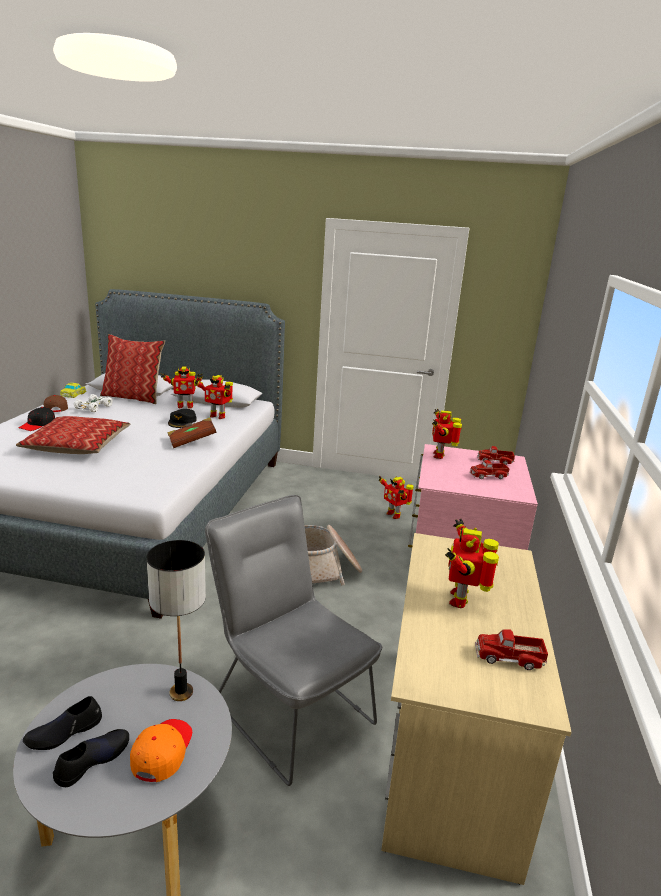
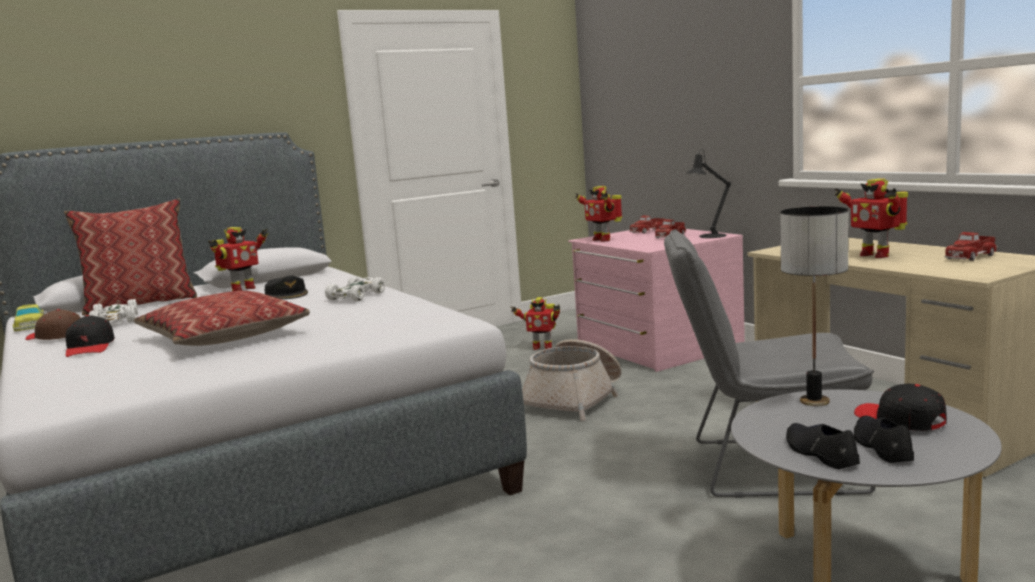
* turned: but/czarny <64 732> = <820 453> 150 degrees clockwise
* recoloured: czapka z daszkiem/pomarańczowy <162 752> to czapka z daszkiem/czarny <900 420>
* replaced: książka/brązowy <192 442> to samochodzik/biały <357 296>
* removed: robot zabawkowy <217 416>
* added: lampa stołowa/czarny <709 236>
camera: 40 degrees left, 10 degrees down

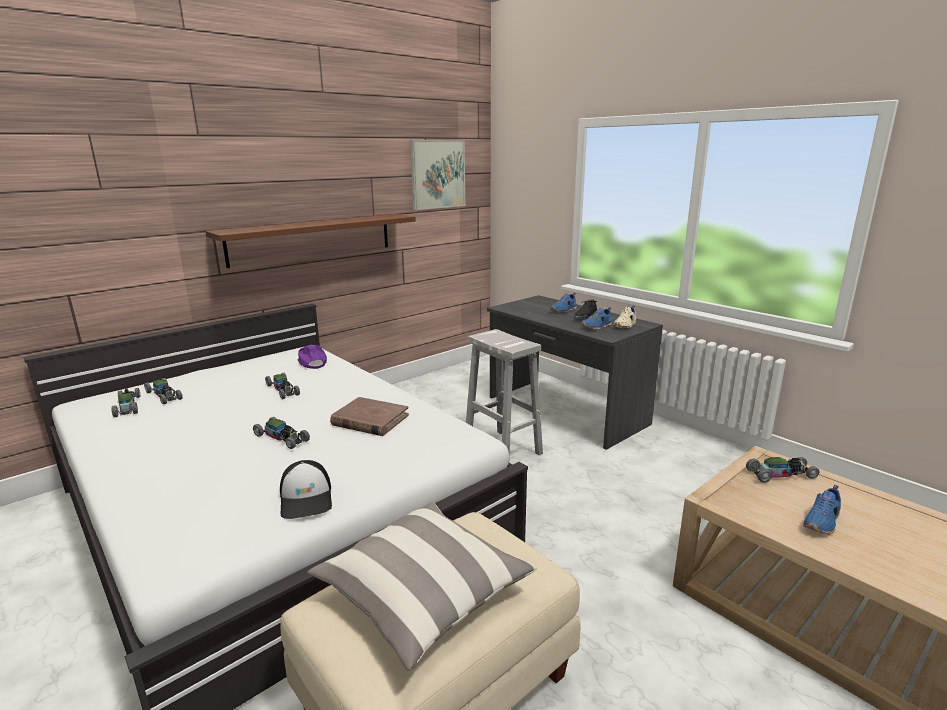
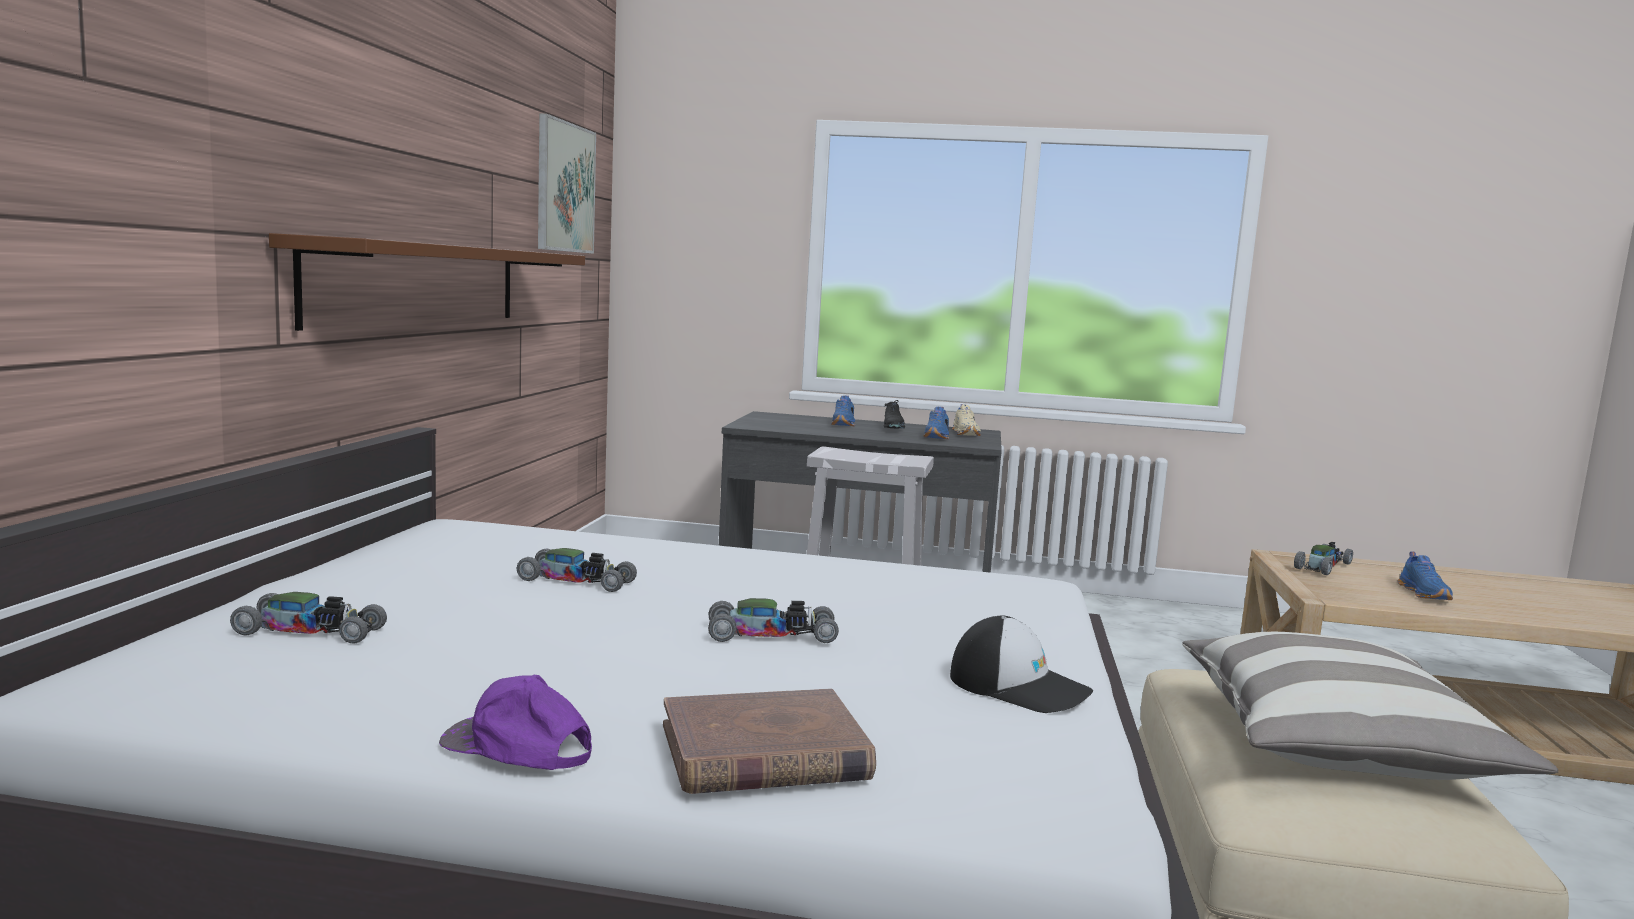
* removed: samochodzik <128 406>
* moved: czapka z daszkiem/fioletowy <312 362> to <518 747>
* moved: książka/brązowy <369 420> to <764 752>
camera: 40 degrees left, 10 degrees down

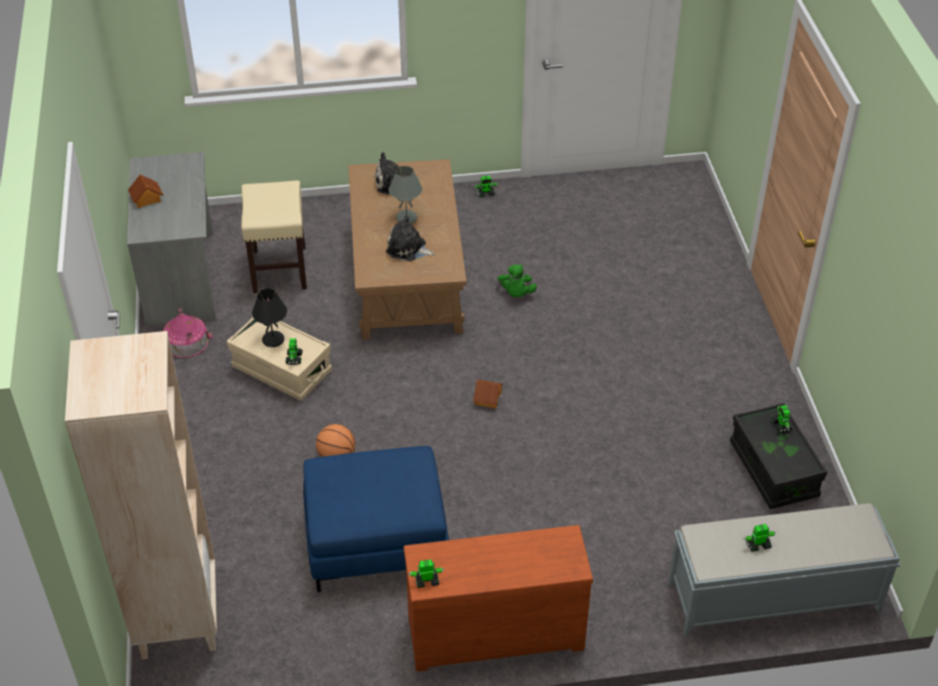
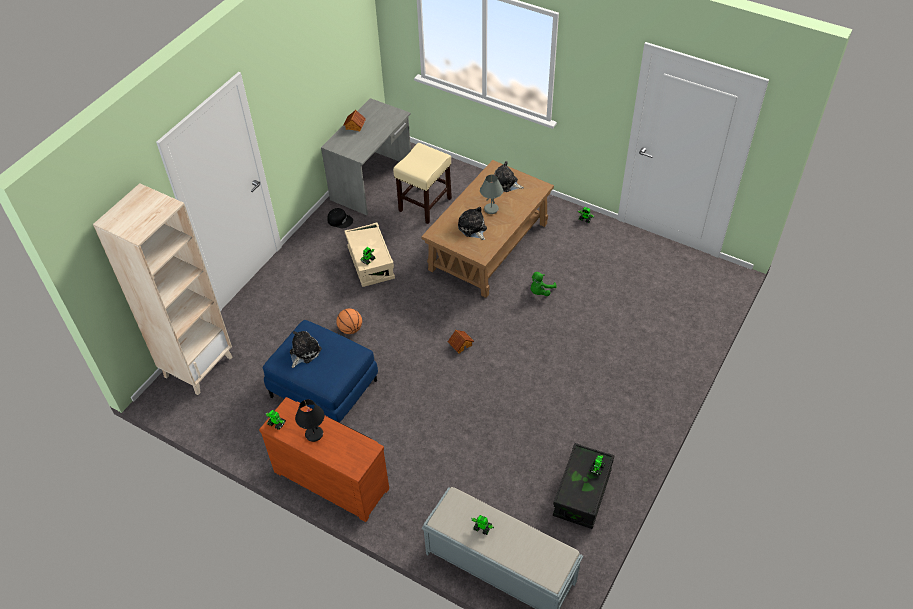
* replaced: domek <186 341> to czapka z daszkiem/czarny <340 220>
* moved: lampa stołowa/czarny <273 339> to <314 434>
* added: pluszak <304 352>
camera: 40 degrees right, 5 degrees up

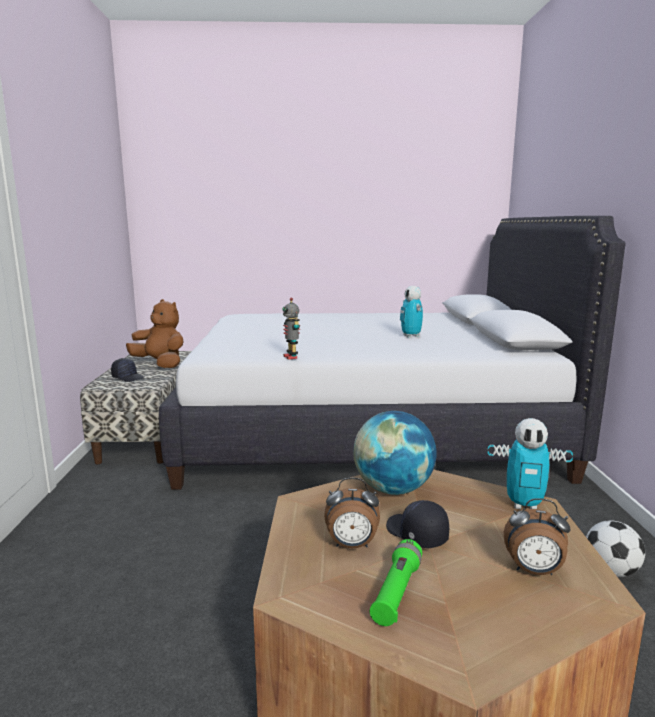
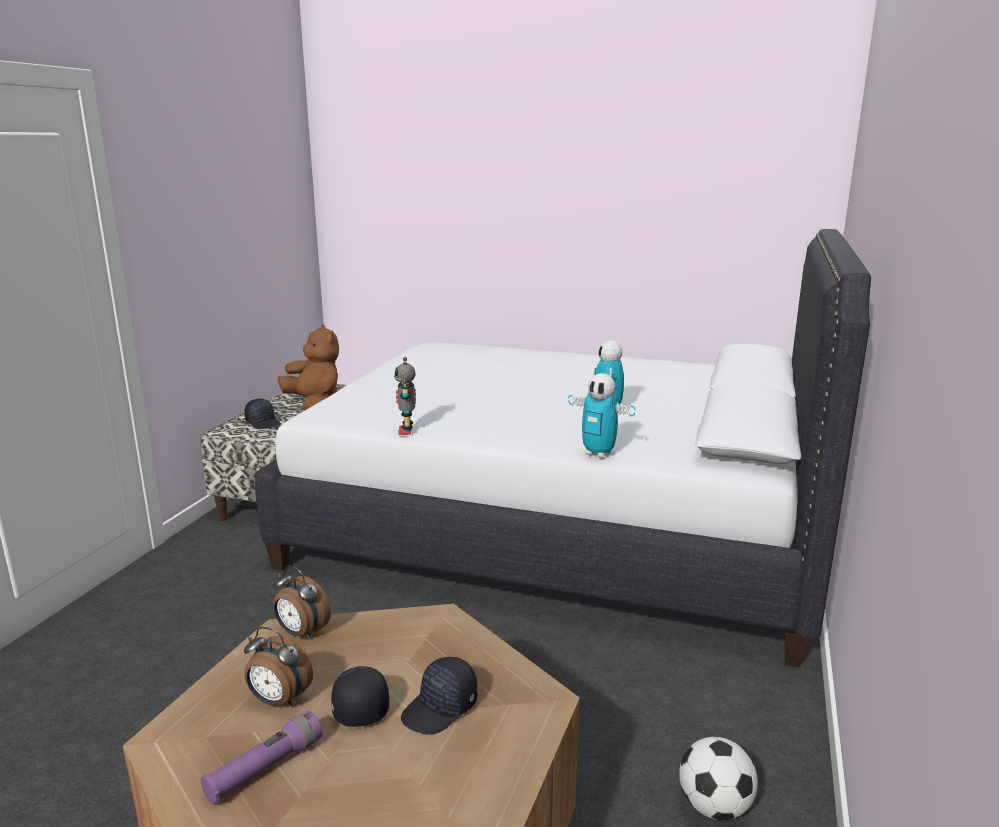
* removed: globus <393 489>
* recoloured: latarka/zielony <396 592> to latarka/fioletowy <265 769>
* moved: robot zabawkowy <524 505> to <598 453>
* moved: budzik <533 571> to <301 633>
* added: czapka z daszkiem/czarny <441 708>
camera: 20 degrees right, 5 degrees up

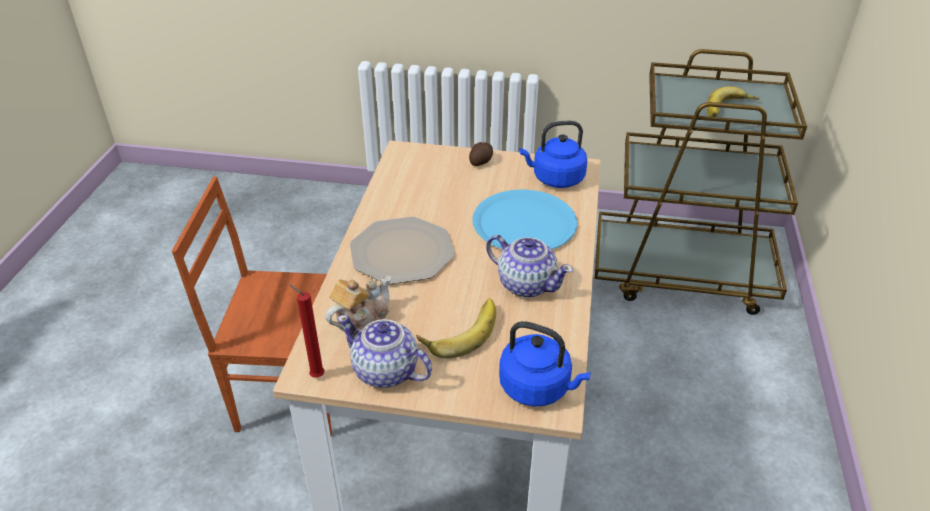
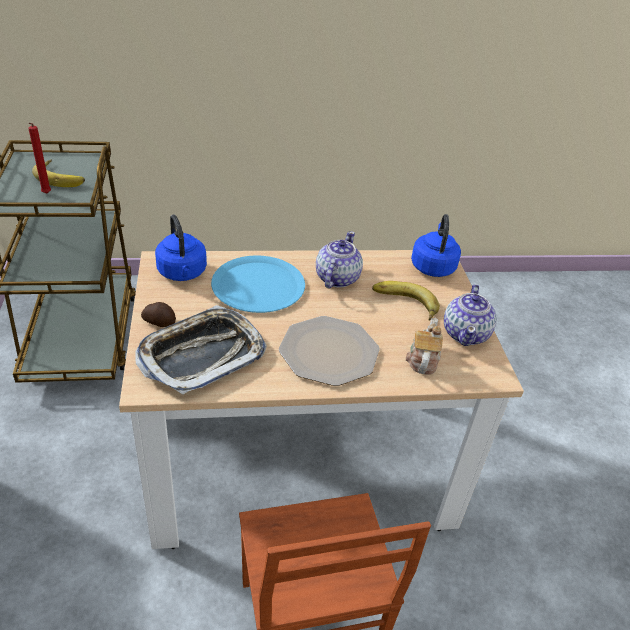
* moved: świeca/czerwony <315 375> to <46 194>
* turned: imbryk <360 318> = <422 359> 75 degrees clockwise
* added: taca <202 355>
camera: 110 degrees left, 0 degrees up

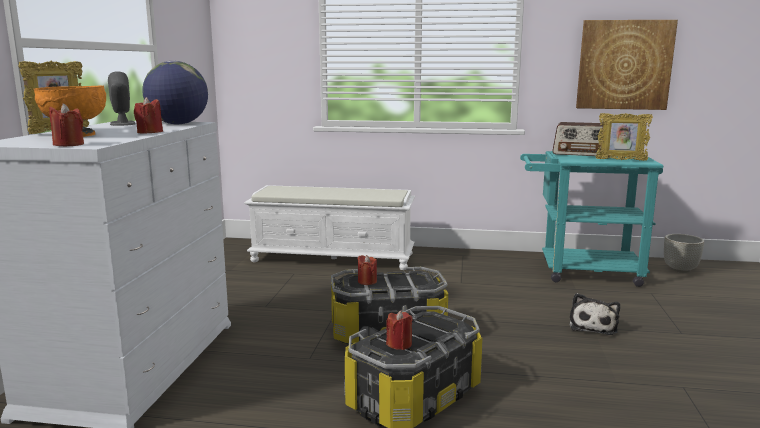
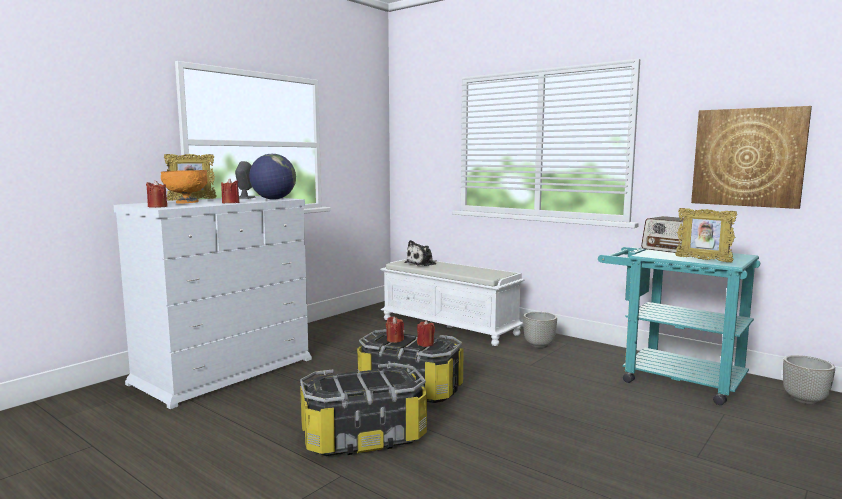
* moved: świeca/czerwony <399 344> to <425 344>
* moved: pluszak <593 326> to <422 263>
* added: donica/szary <539 345>
camera: 30 degrees right, 5 degrees down

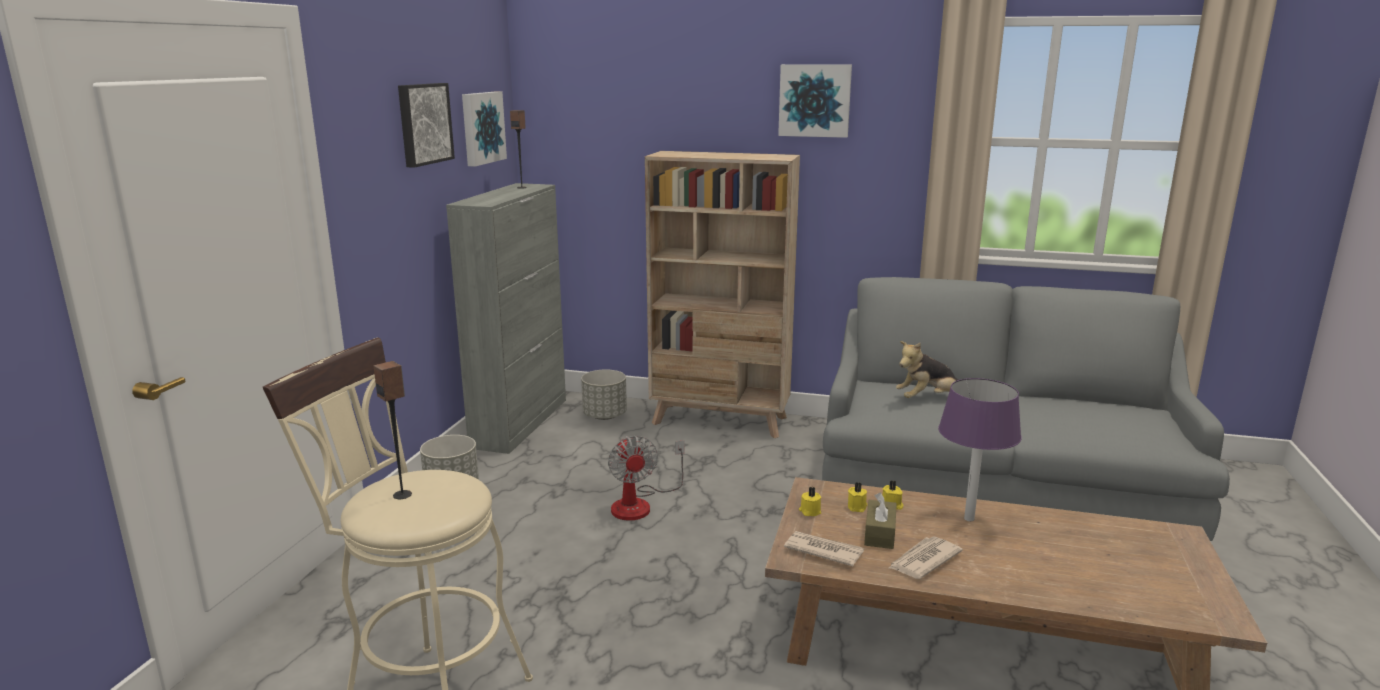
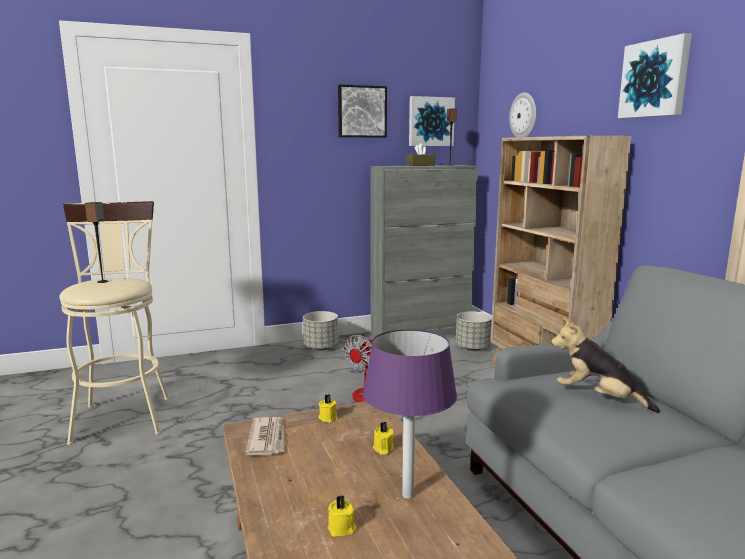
* moved: świeca/żółty <857 507> to <342 529>
* moved: pudełko chusteczek/brązowy <879 533> to <420 165>
* removed: gazeta <923 560>
* added: zegar ścienny <524 116>
camera: 55 degrees right, 5 degrees down

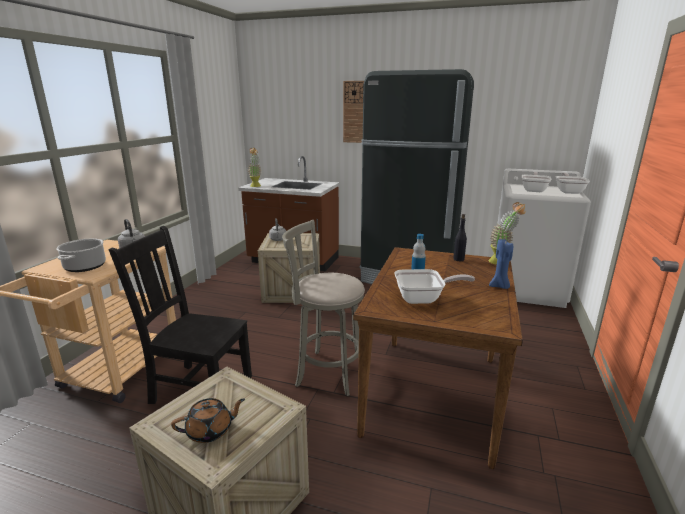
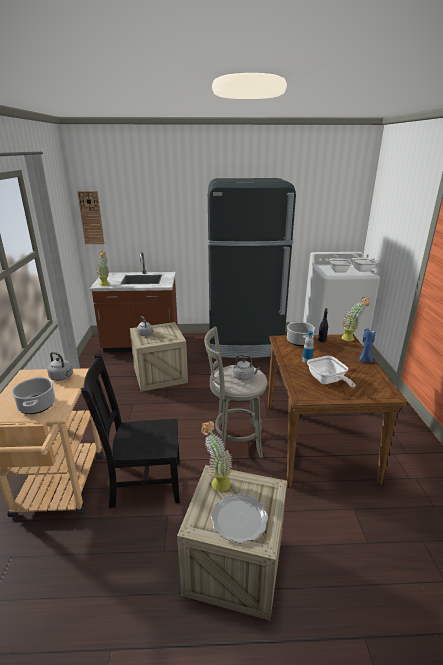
* replaced: imbryk/brązowy <210 431> to talerz <239 519>
* moved: zegar ścienny <354 112> to <91 218>
* turned: patelnia <423 299> = <327 381> 90 degrees clockwise
* added: roślina doniczkowa <216 481>
* added: czajnik/szary <244 377>
* added: garnek <299 341>
camera: 20 degrees left, 5 degrees up

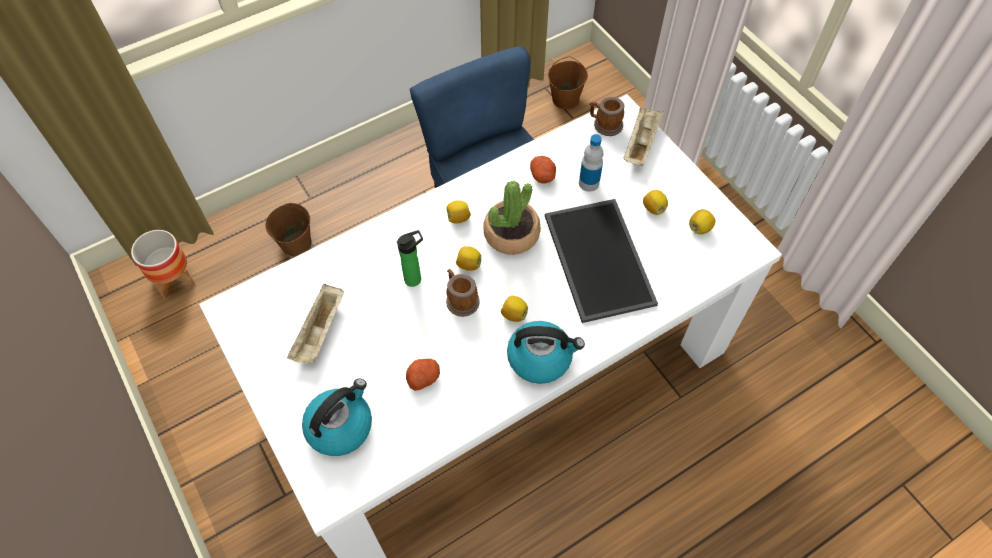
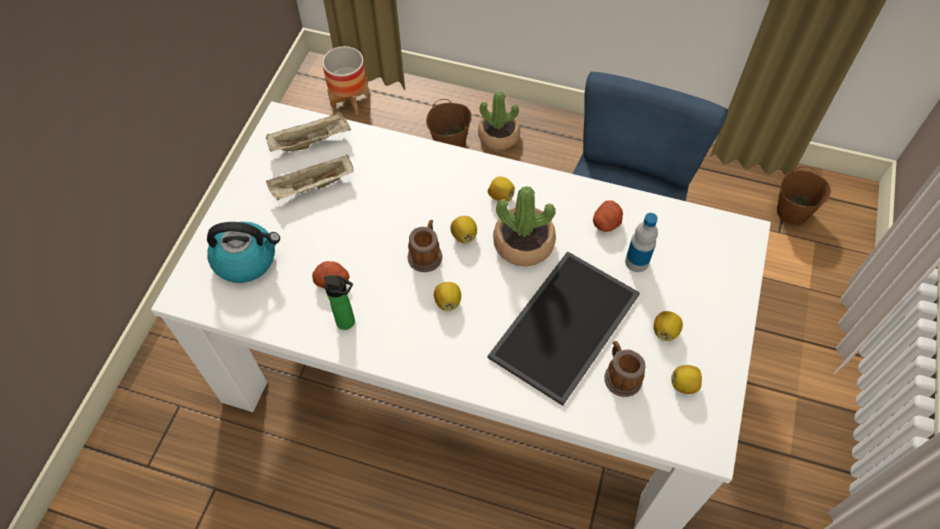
* moved: butelka <415 278> to <348 323>
* removed: czajnik <540 358>
* moved: kubek <605 124> to <620 375>
* moved: taca/beżowy <640 144> to <311 141>
* added: roślina doniczkowa <499 136>
camera: 50 degrees right, 0 degrees up

